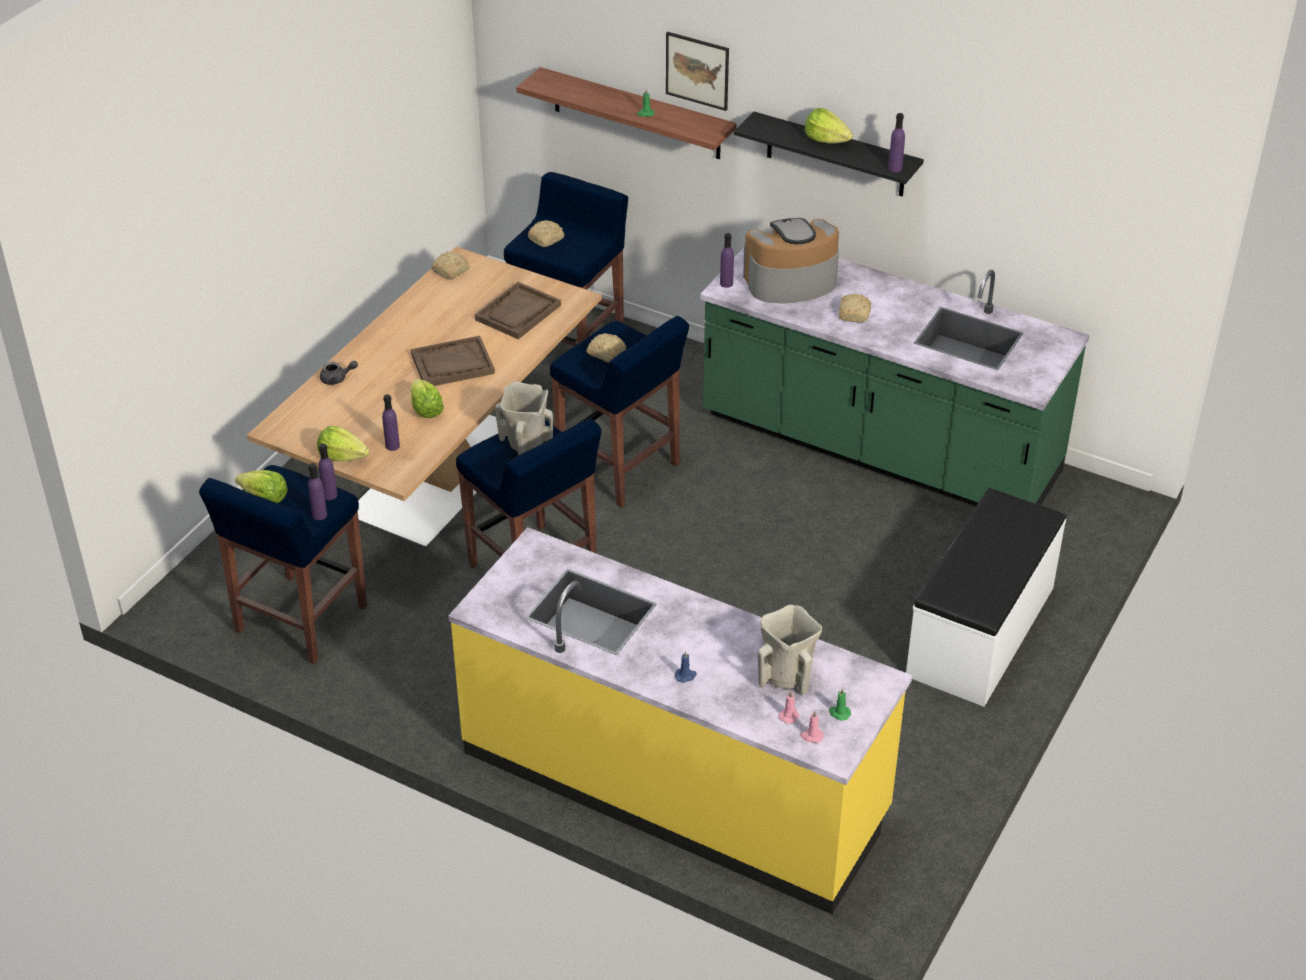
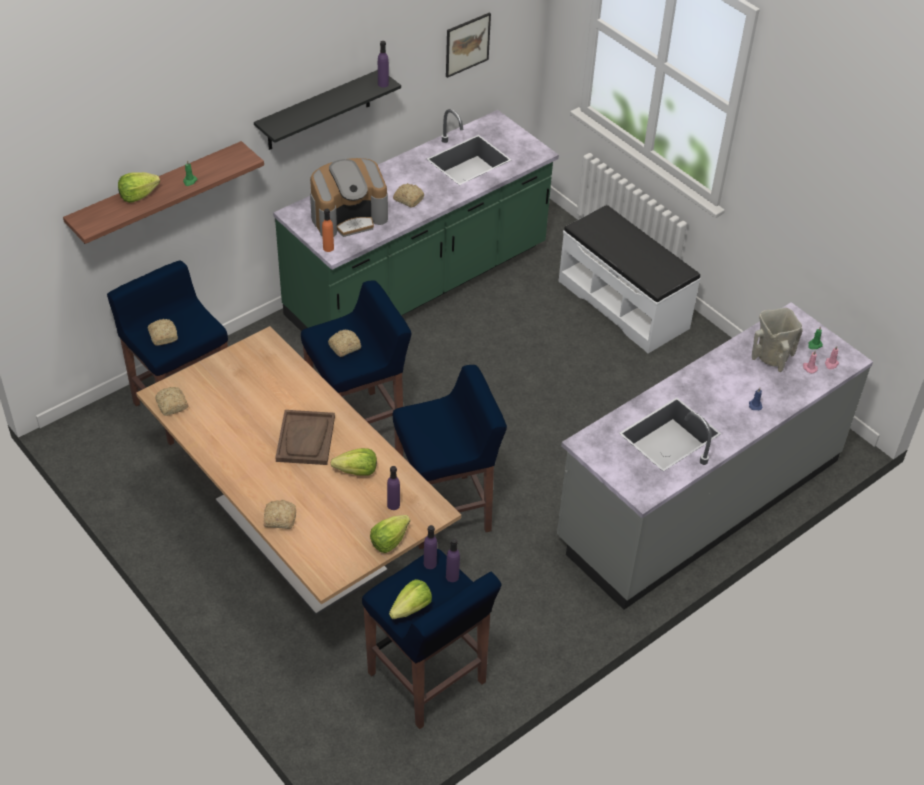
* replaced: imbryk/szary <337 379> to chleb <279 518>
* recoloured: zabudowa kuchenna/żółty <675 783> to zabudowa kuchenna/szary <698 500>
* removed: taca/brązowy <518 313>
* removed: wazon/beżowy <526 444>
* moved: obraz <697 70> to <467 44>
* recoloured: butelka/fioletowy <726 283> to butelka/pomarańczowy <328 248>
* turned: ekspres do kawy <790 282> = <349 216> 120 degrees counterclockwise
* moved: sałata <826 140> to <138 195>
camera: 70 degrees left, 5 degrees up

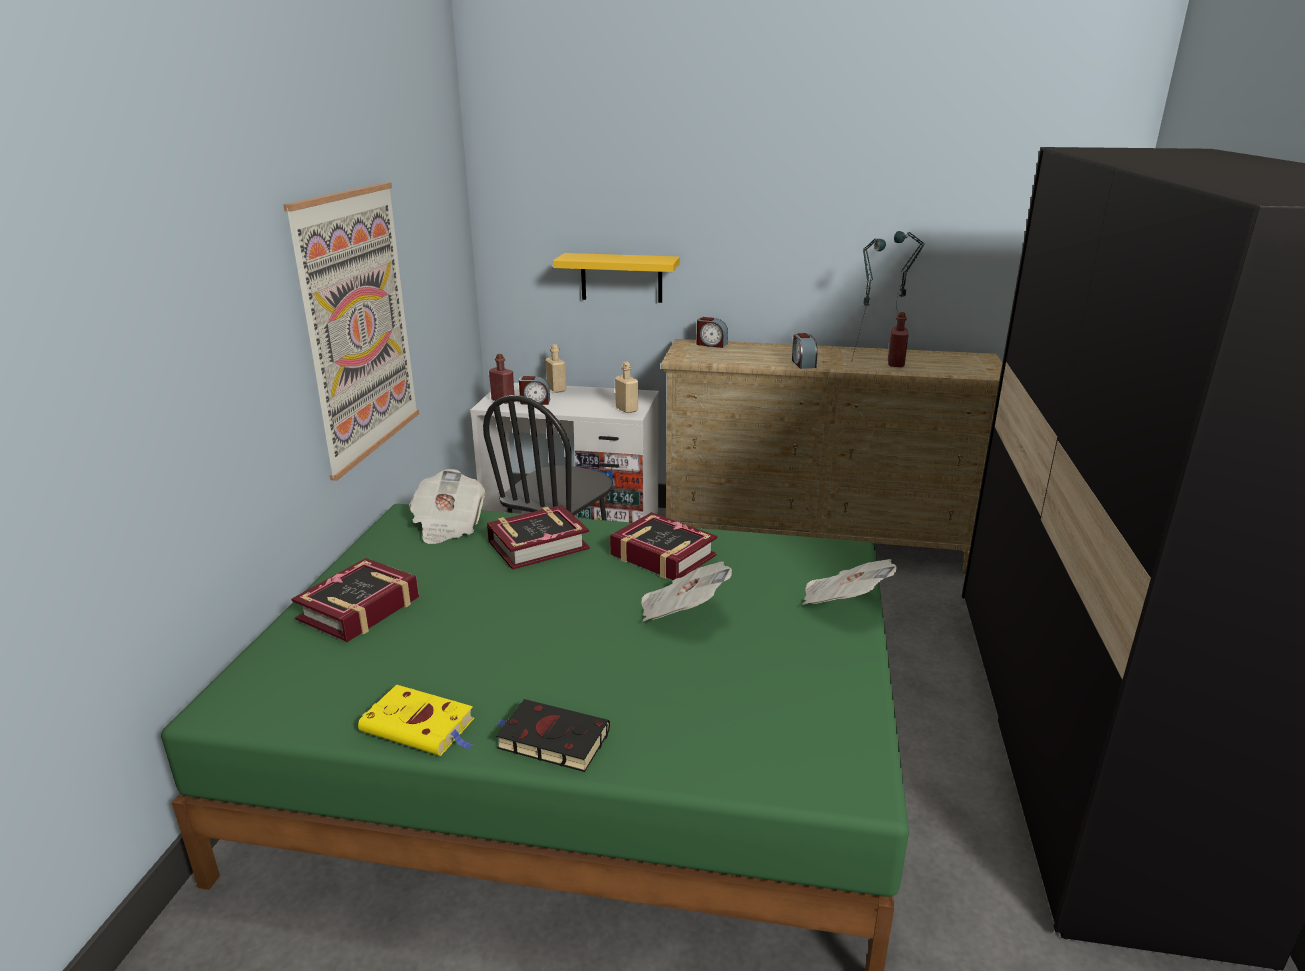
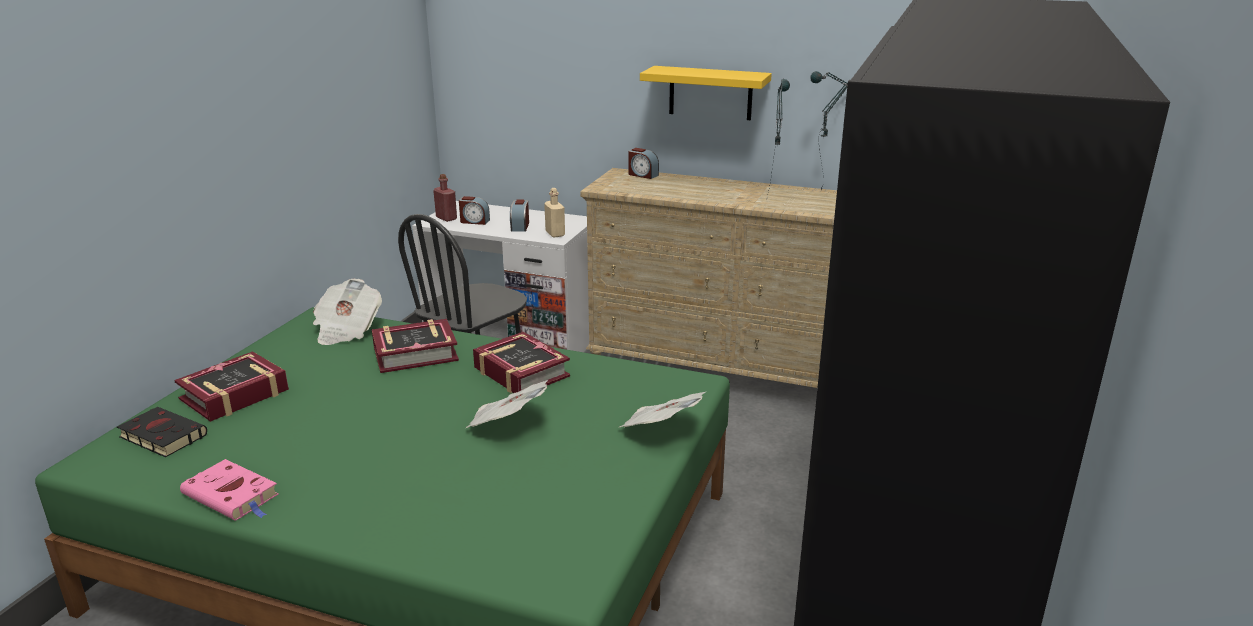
* removed: obraz <358 325>
* recoloured: książka/żółty <421 726> to książka/różowy <233 496>
* moved: książka/czarny <550 739> to <161 436>
* removed: butelka/beżowy <556 389>
* moved: półka/żółty <621 278> to <710 93>
* moved: budzik <803 363> to <520 226>
* removed: butelka/czerwony <895 364>
camera: 10 degrees right, 0 degrees up

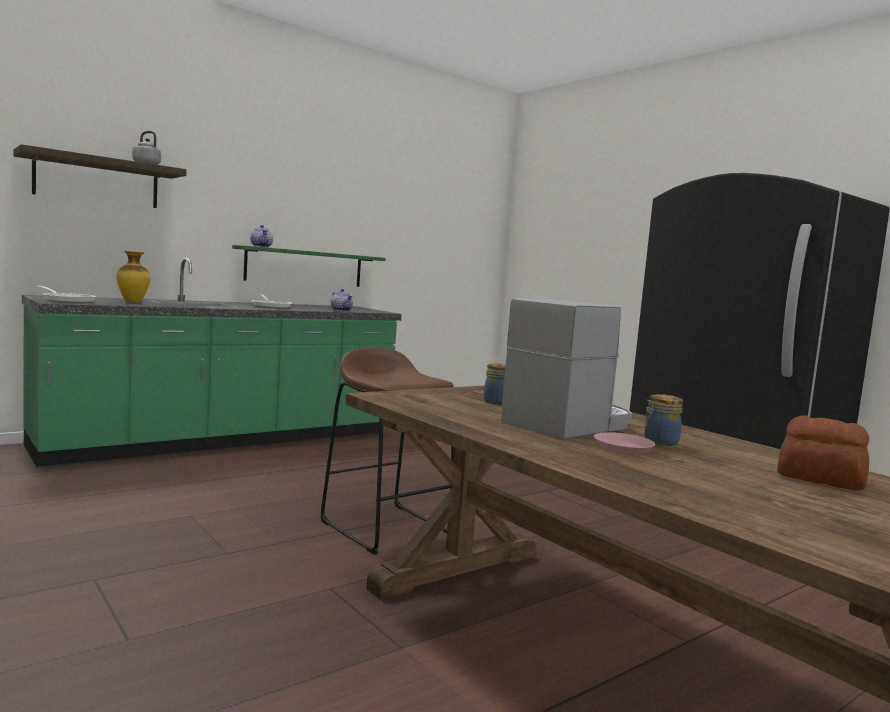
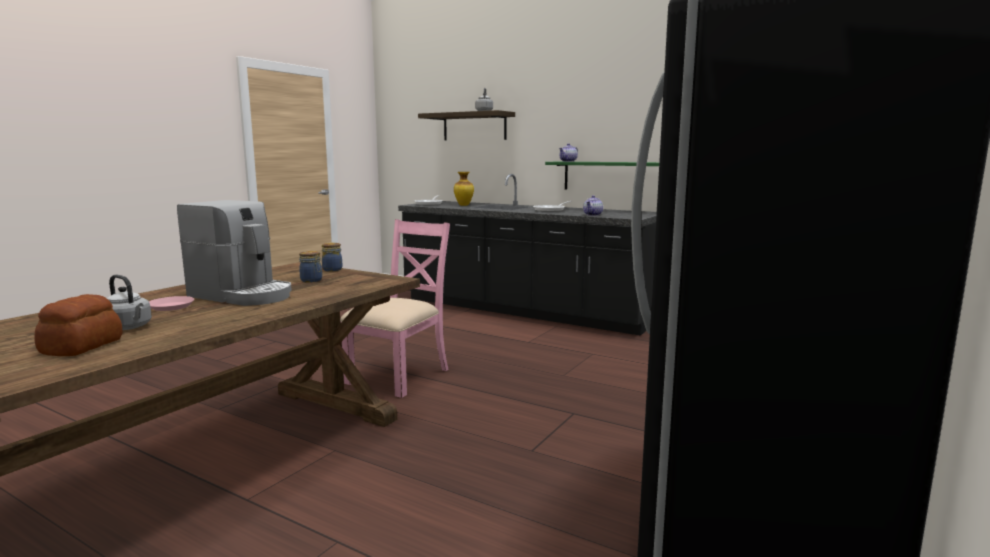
* recoloured: zabudowa kuchenna/zielony <225 439> to zabudowa kuchenna/czarny <523 310>
* replaced: stołek/brązowy <386 527> to krzesło/różowy <400 376>
* moved: słoik <659 442> to <332 269>
* added: czajnik/szary <129 327>
camera: 70 degrees right, 5 degrees up

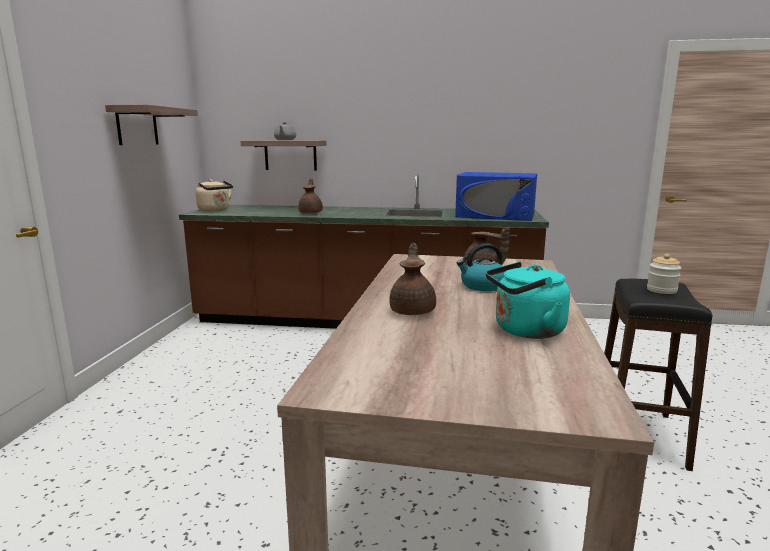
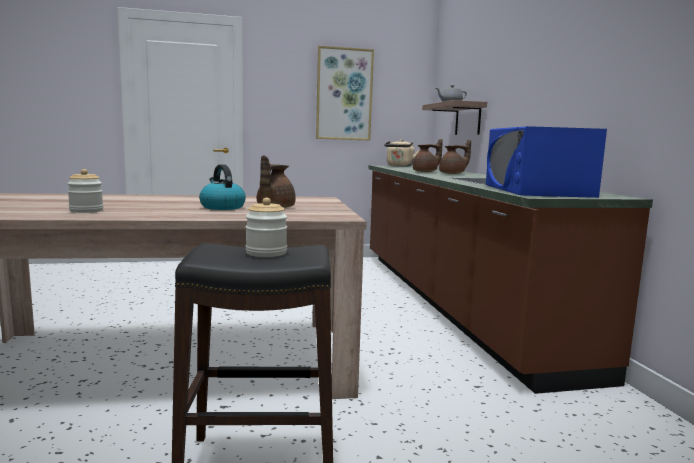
* replaced: półka <137 126> to obraz <344 94>
* moved: imbryk/brązowy <413 310> to <453 174>
* replaced: czajnik/turkusowy <525 331> to słoik <86 211>
camera: 70 degrees right, 5 degrees down

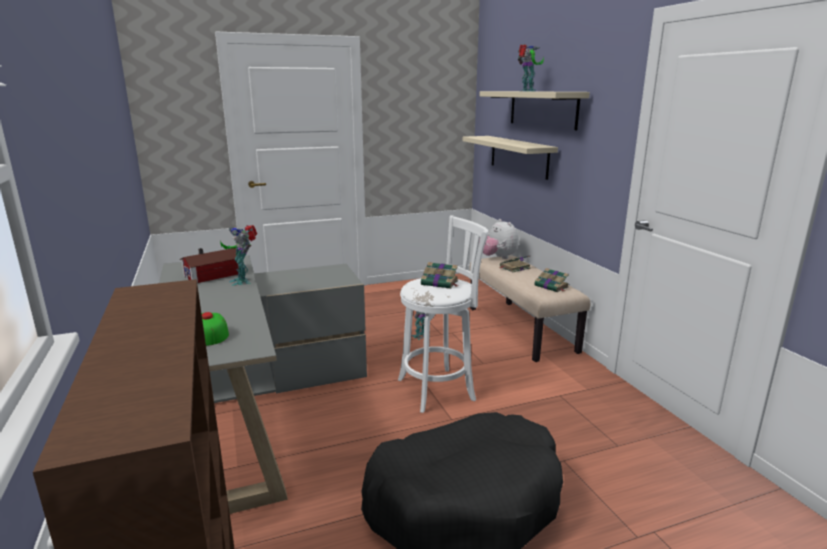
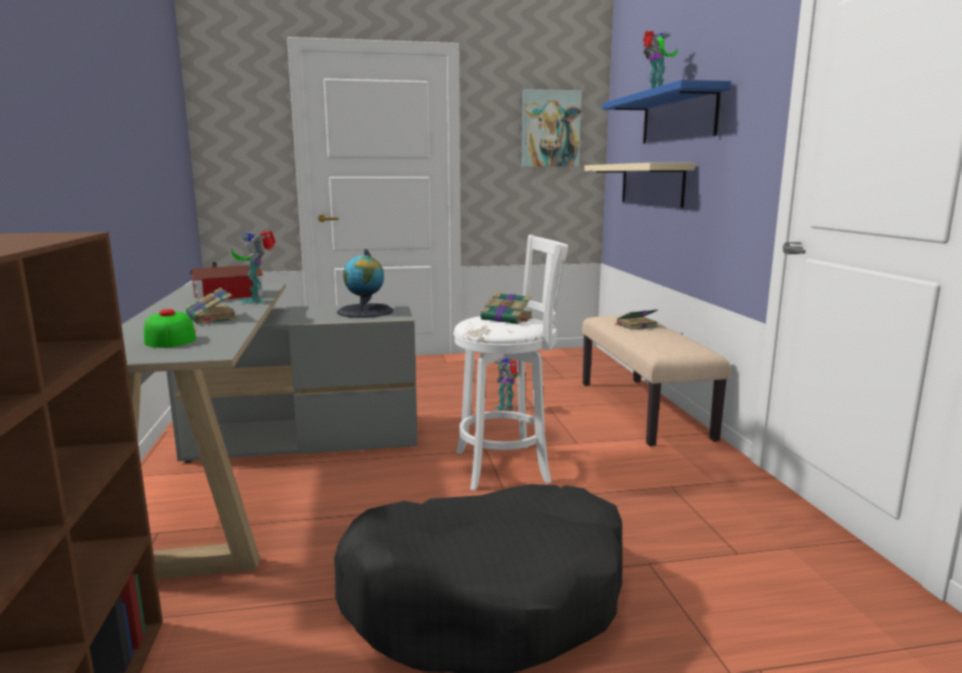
* recoloured: półka/beżowy <542 109> to półka/niebieski <678 117>
* removed: pluszak <498 257>
* moved: książka <552 286> to <212 318>
* added: globus <365 311>
* added: obraz <550 128>
camera: 10 degrees right, 5 degrees down

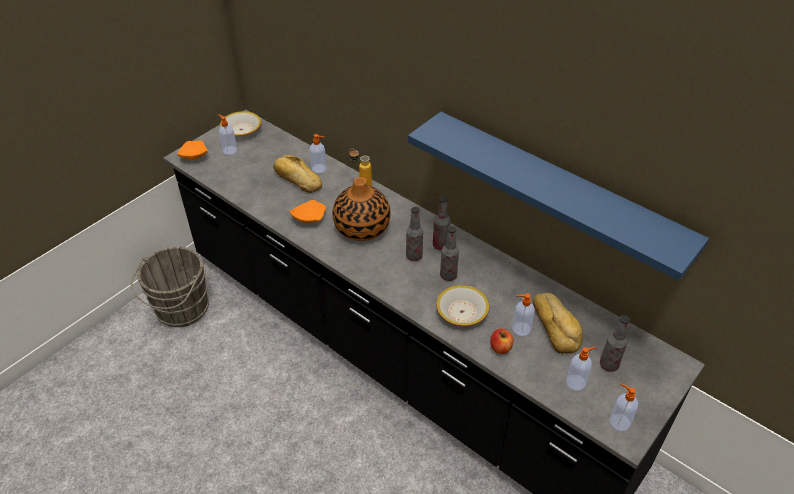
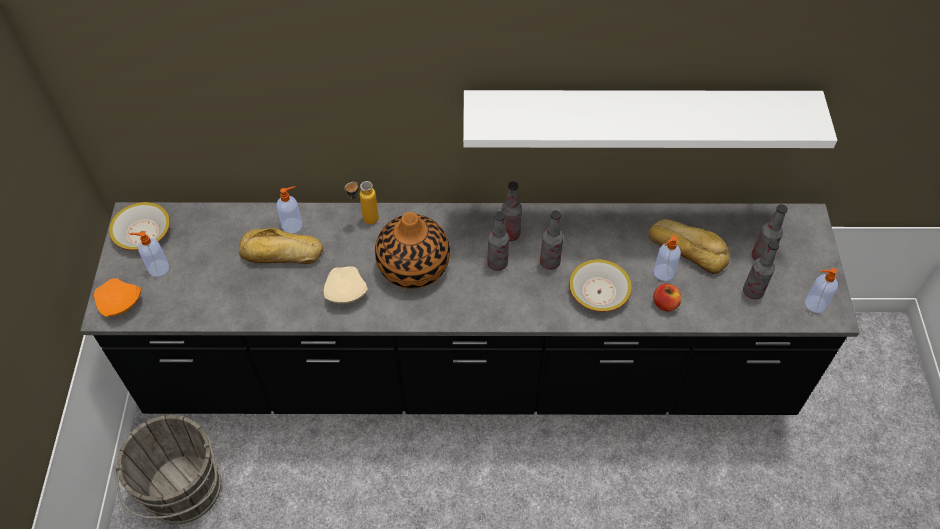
* recoloured: talerz/pomarańczowy <308 218> to talerz/beżowy <345 292>
* recoloured: półka/niebieski <558 190> to półka/biały <638 114>
* replaced: dozownik mydła <576 382> to butelka <752 291>
camera: 40 degrees left, 10 degrees up

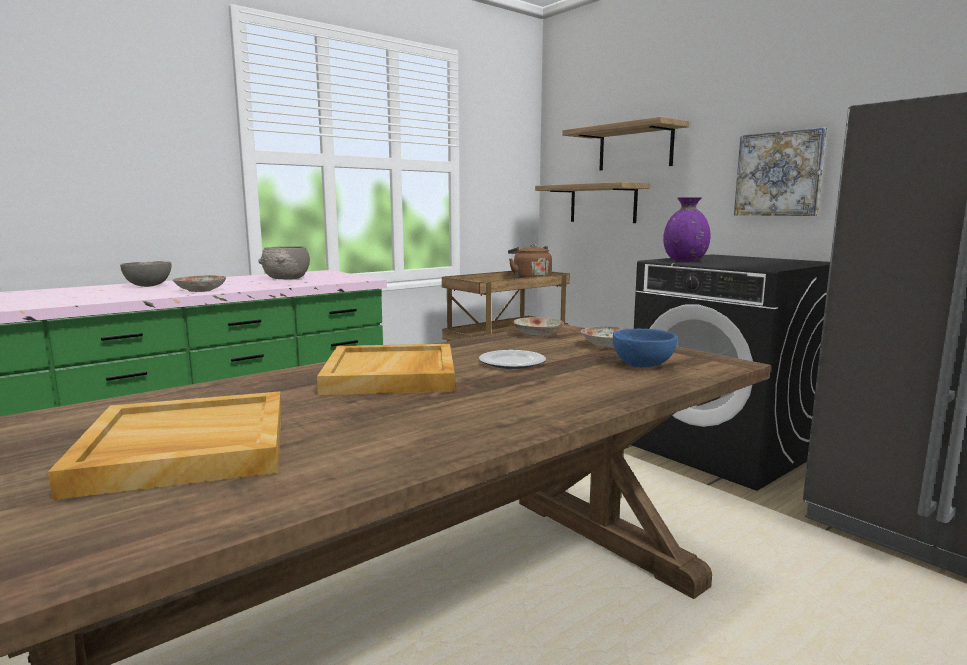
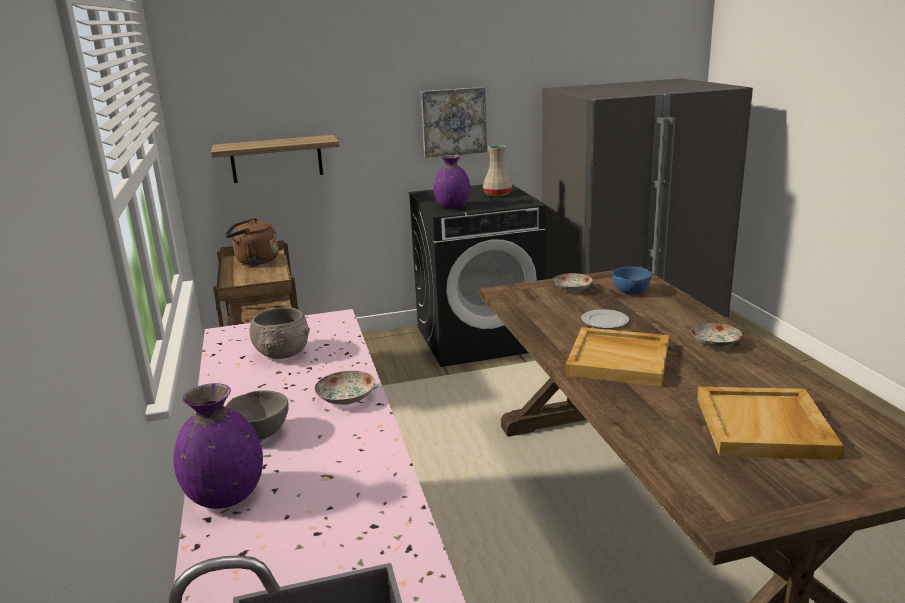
* moved: talerz <537 334> to <714 343>
* removed: półka <635 148>
* added: wazon/fioletowy <226 496>
* added: wazon/beżowy <497 194>
camera: 65 degrees left, 10 degrees up

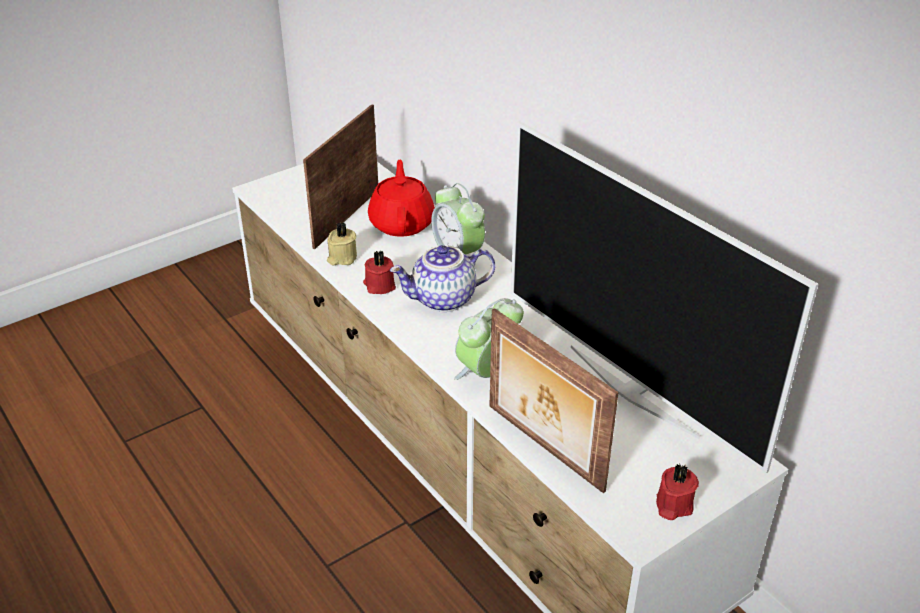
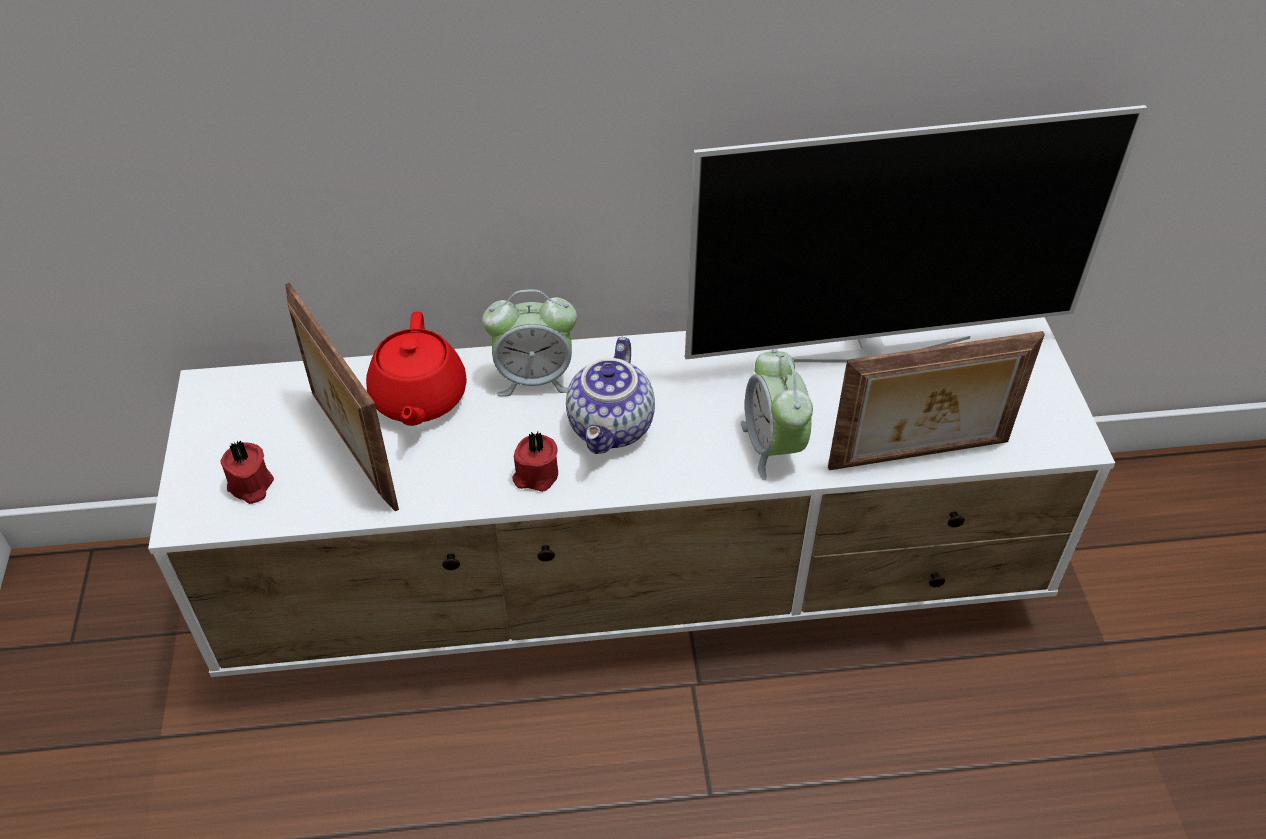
* removed: świeca/beżowy <342 258>
* turned: imbryk/czerwony <402 223> = <418 399> 120 degrees counterclockwise
* moved: świeca/czerwony <672 505> to <250 486>
camera: 60 degrees left, 10 degrees up

